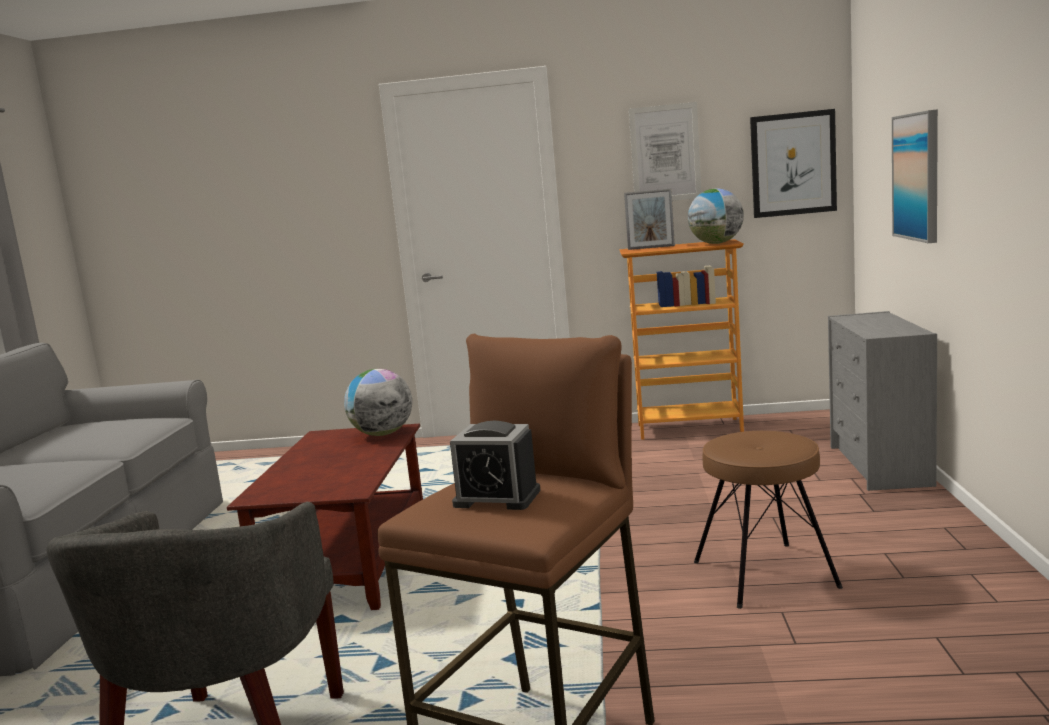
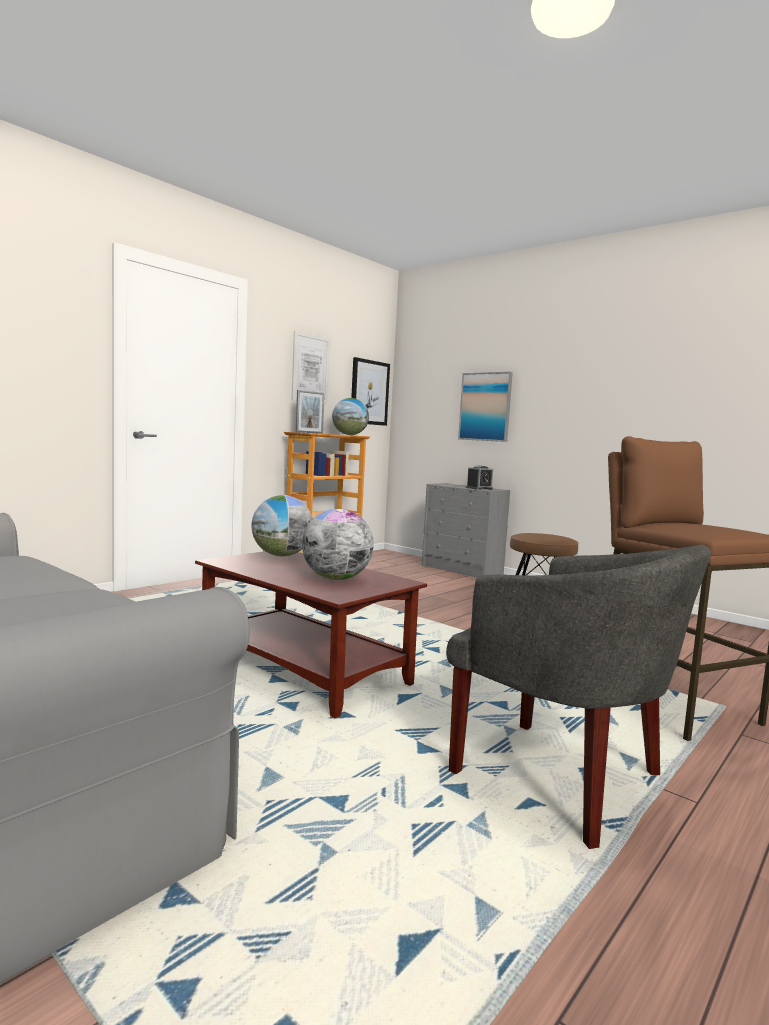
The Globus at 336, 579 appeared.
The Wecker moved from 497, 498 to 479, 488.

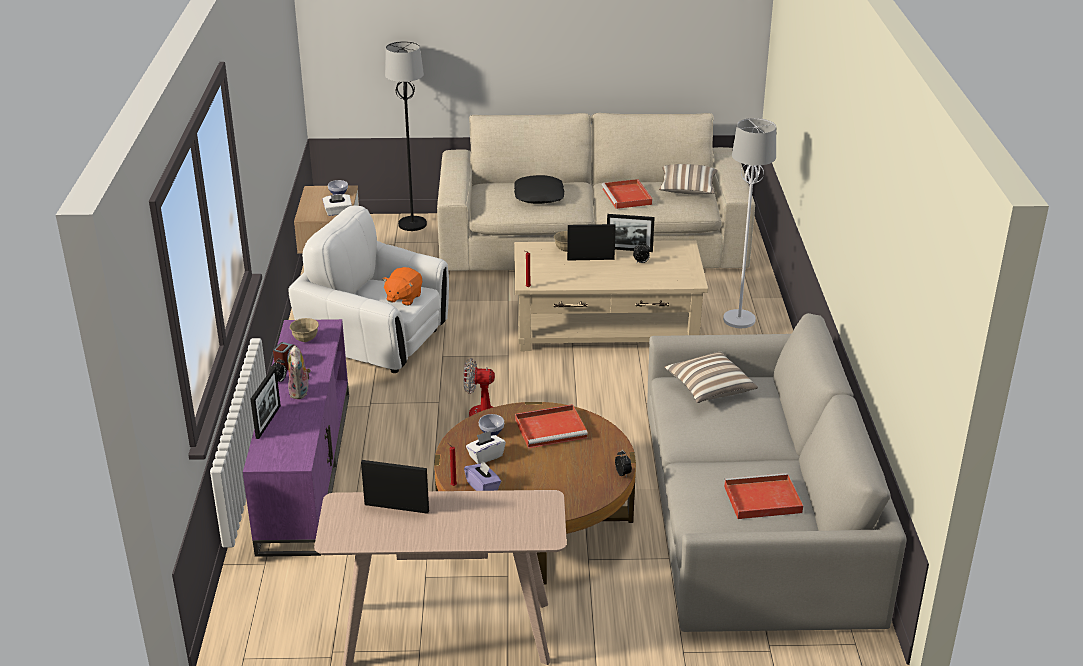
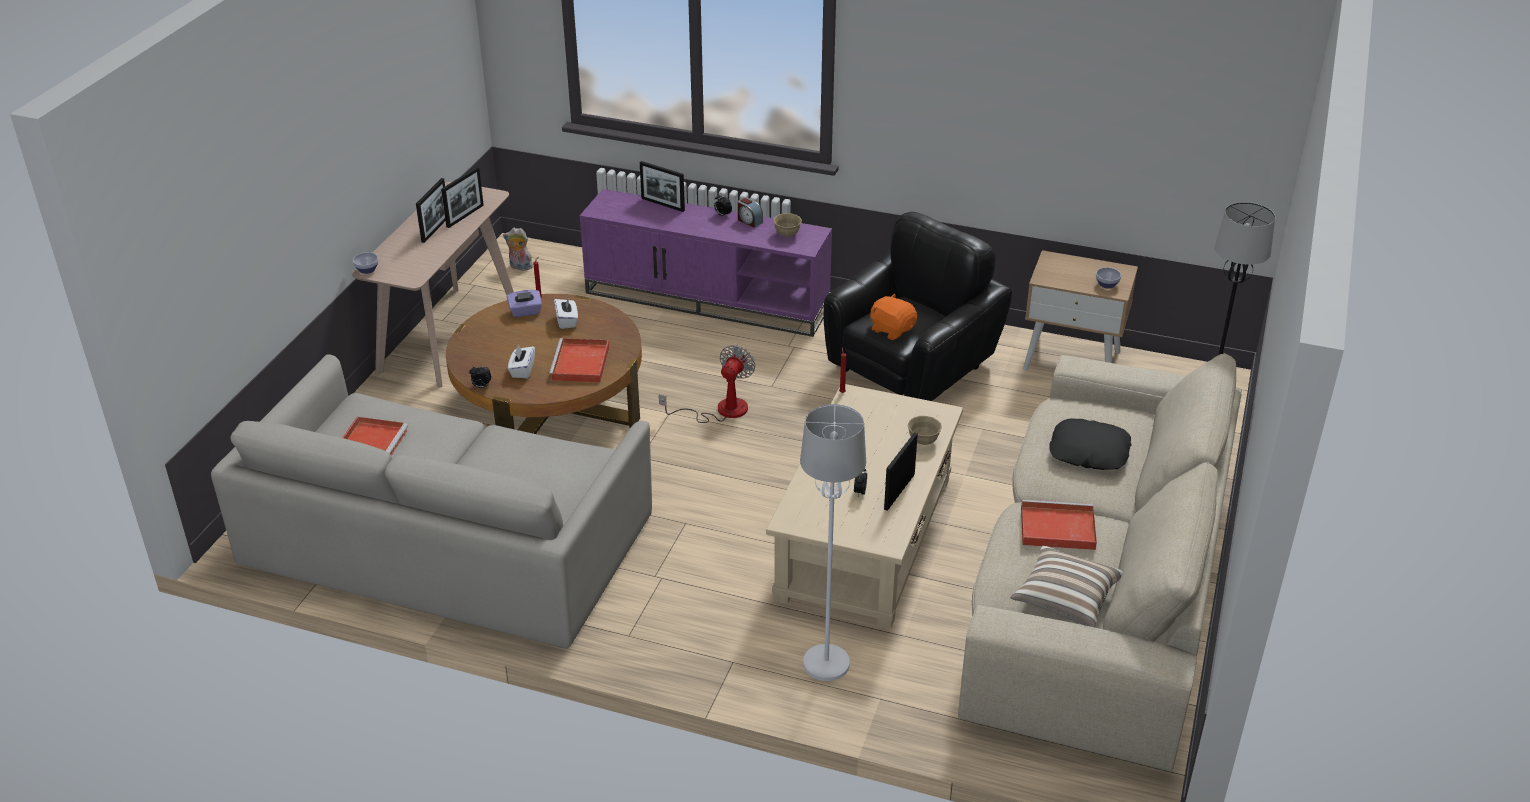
The Kissen at 709, 389 disappeared.
The Plüschtier moved from 300, 392 to 520, 267.
The Taschentuchbox (weiß) moved from 338, 212 to 522, 370.
The Schüssel moved from 491, 431 to 368, 270.
The Bilderrahmen moved from 590, 259 to 435, 229.
The Sessel (weiß) at 375, 341 became the Sessel (schwarz) at 912, 367.

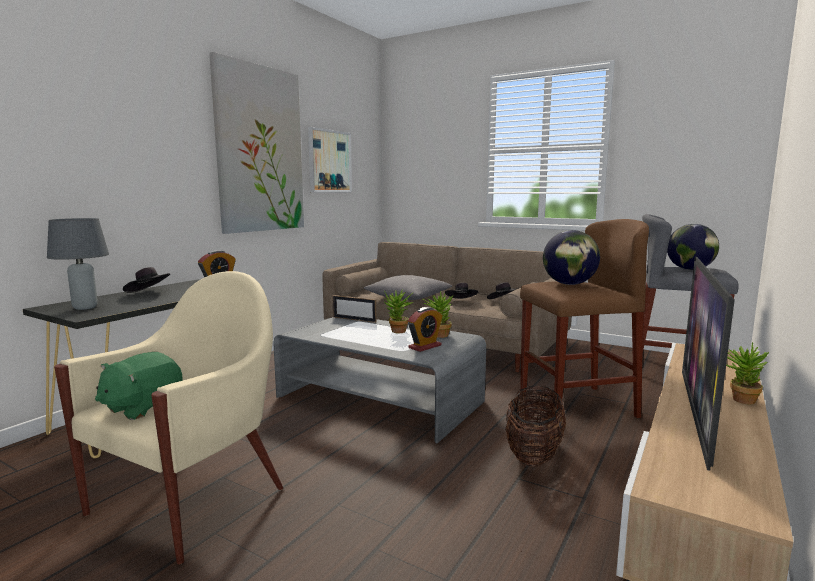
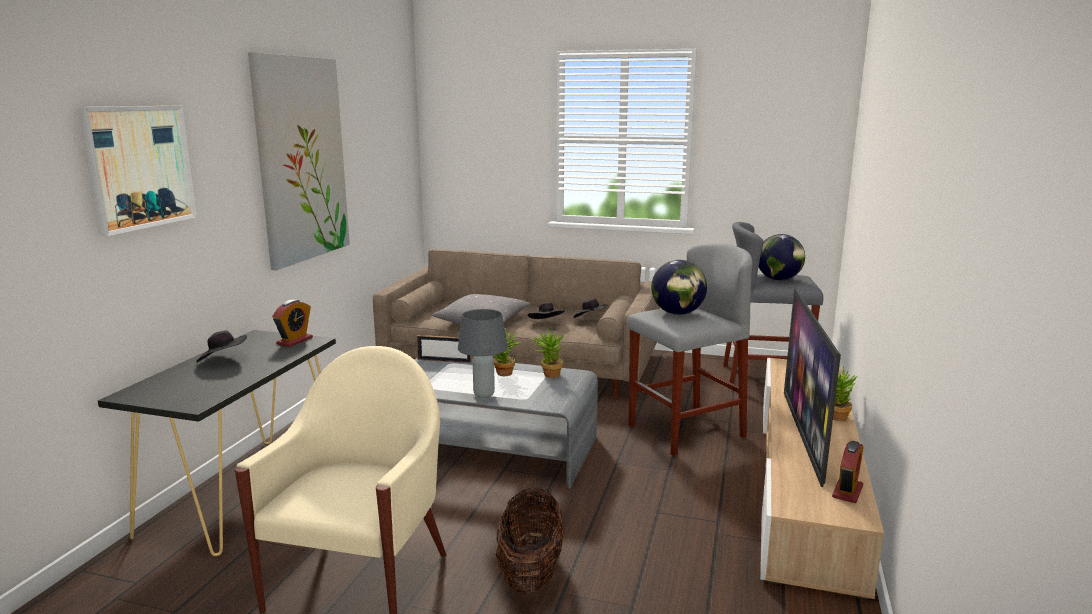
The Plüschtier (grün) at 142, 407 disappeared.
The Tischlampe (grau) moved from 85, 307 to 483, 394.
The Bild moved from 329, 161 to 139, 167.
The Wecker moved from 425, 346 to 847, 491.
The Korb moved from 534, 454 to 530, 572.
The Hocker (braun) at 576, 405 became the Hocker (grau) at 685, 431.

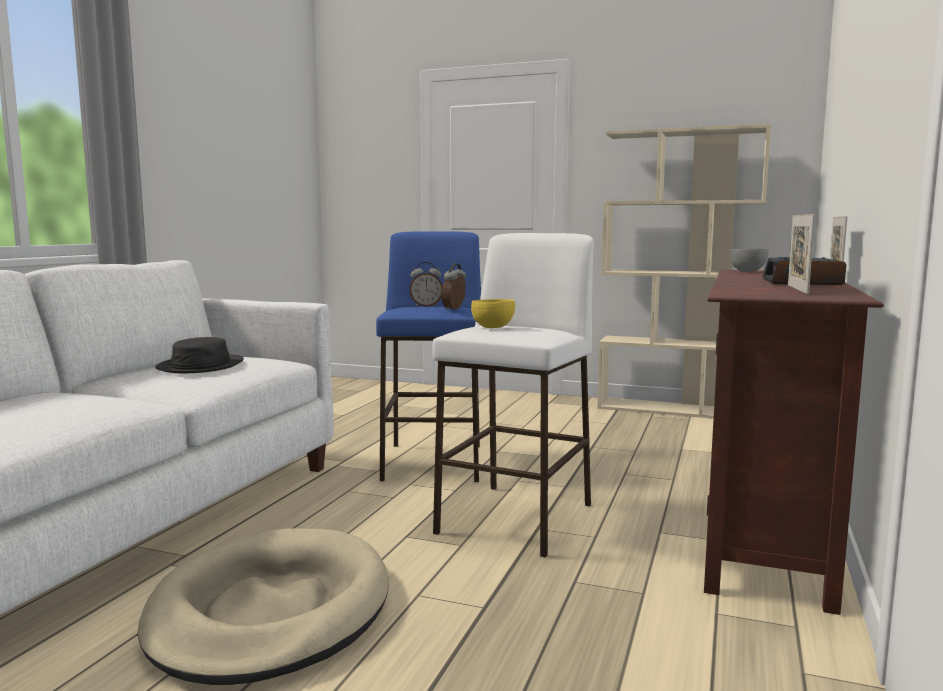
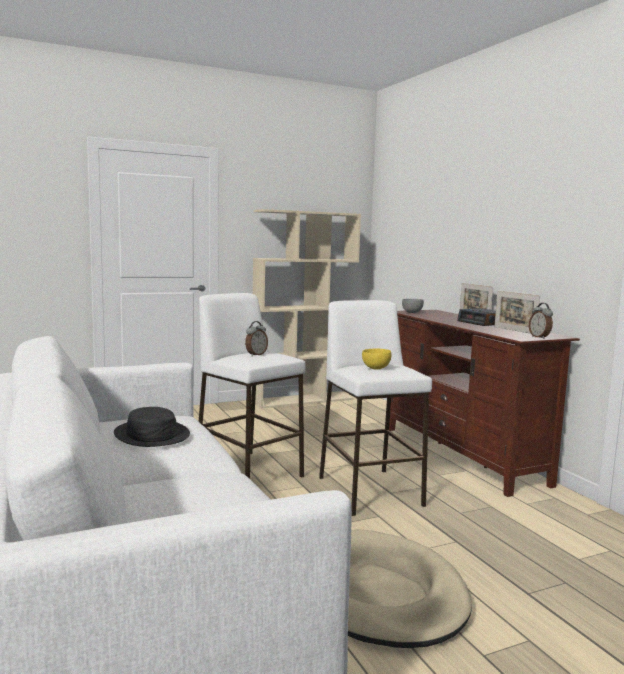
The Wecker moved from 454, 309 to 539, 337.
The Hocker (blau) at 433, 462 became the Hocker (weiß) at 248, 472.

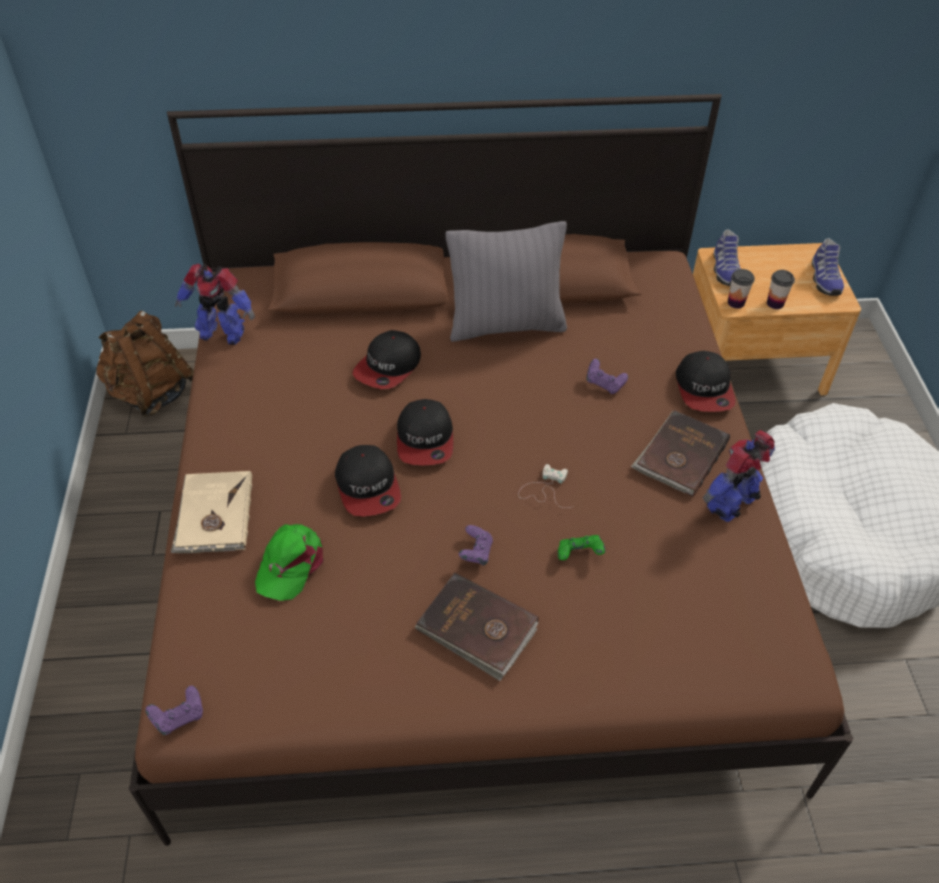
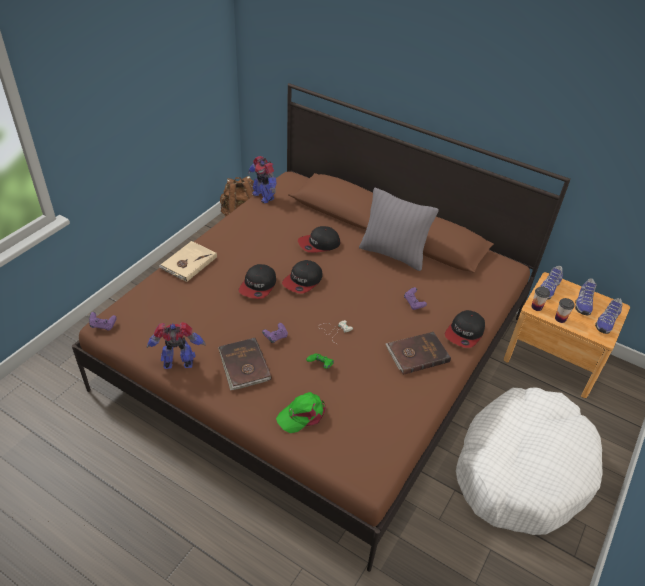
The Schuh at 583, 303 appeared.
The Kappe (grün) moved from 290, 564 to 302, 414.
The Spielzeugroboter moved from 732, 503 to 179, 363.

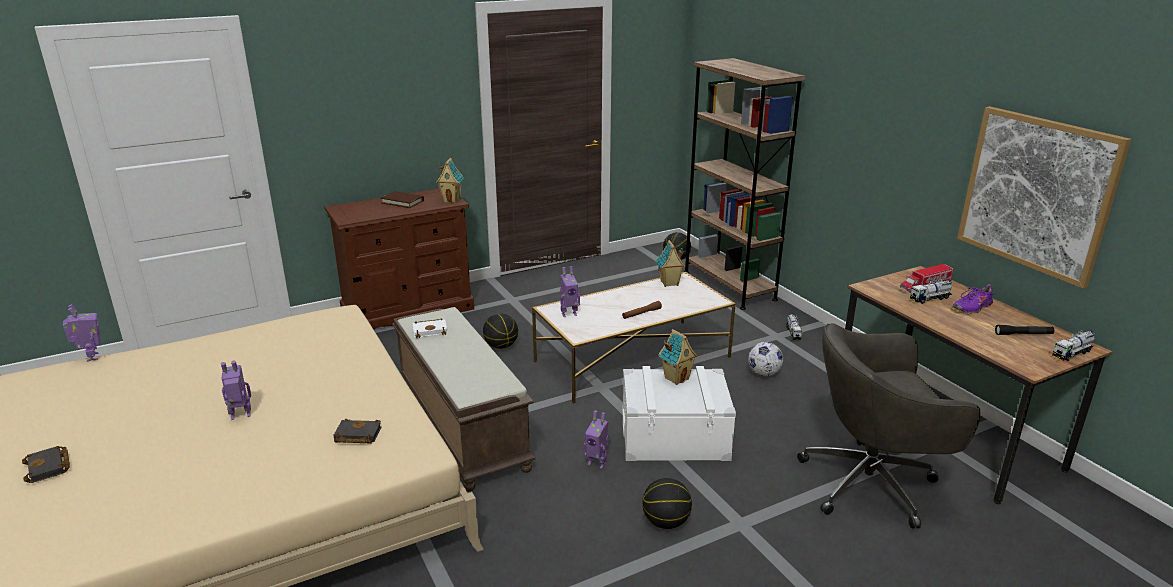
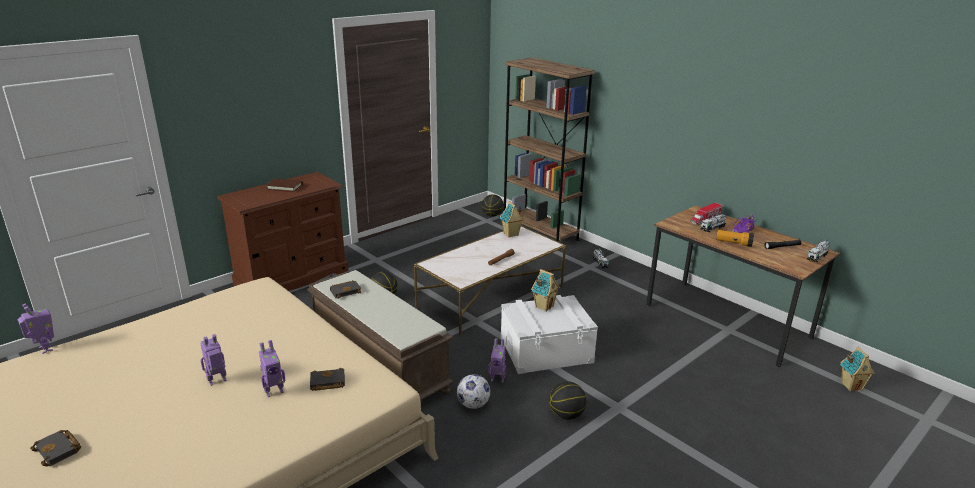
The Bürostuhl (grau) at 872, 483 disappeared.
The Bild at 1037, 193 disappeared.
The Taschenlampe at 733, 243 appeared.
The Spielzeughaus moved from 451, 200 to 851, 386.
The Spielzeugroboter moved from 569, 314 to 274, 391.
The Fußball moved from 763, 373 to 473, 404.
The Buch (weiß) at 431, 330 became the Buch (schwarz) at 346, 291.

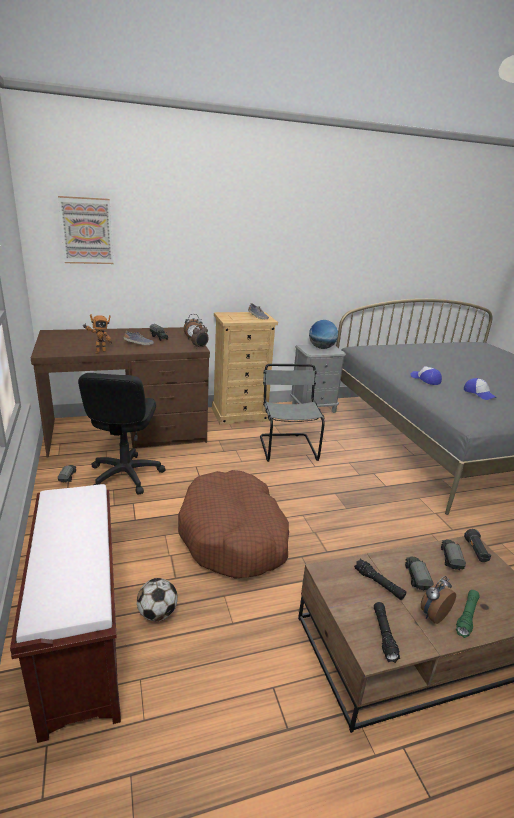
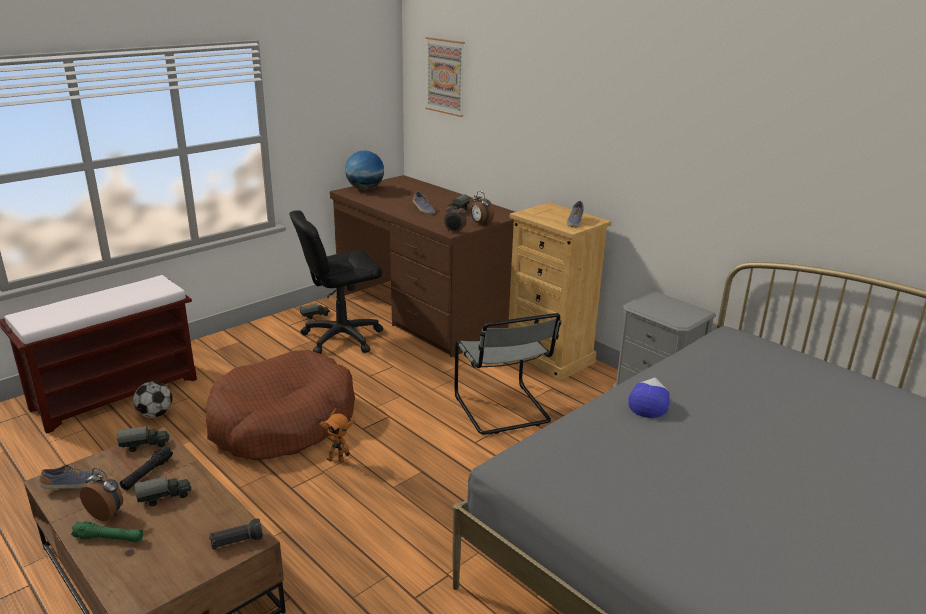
The Kappe at 479, 394 disappeared.
The Spielzeugroboter moved from 99, 352 to 336, 459.
The Globus moved from 321, 348 to 365, 189.
The Spielzeuglaster moved from 450, 559 to 145, 445.
The Taschenlampe (schwarz) at 384, 635 was replaced by the Schuh at 73, 485.
The Stuhl (grau) at 287, 447 turned 105 degrees clockwise.

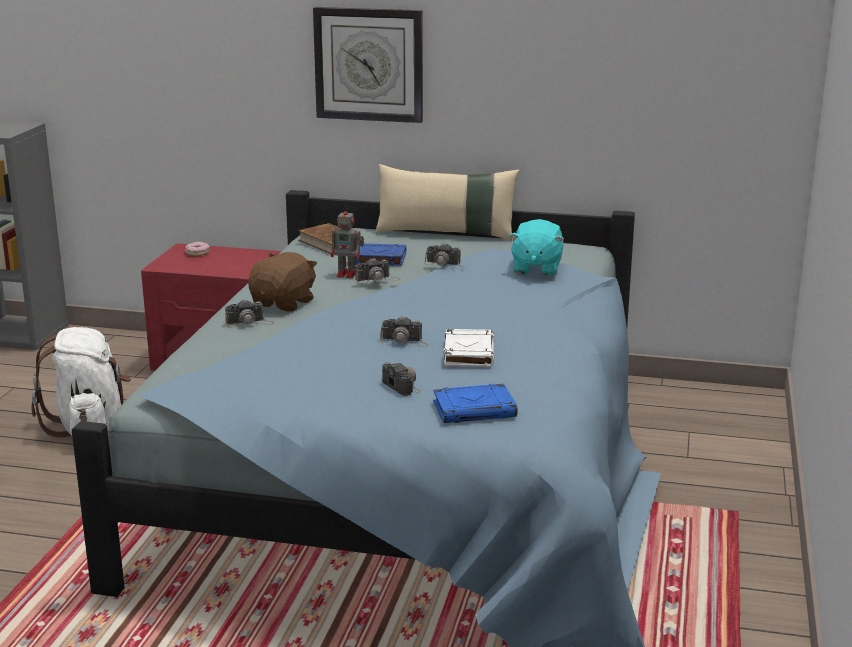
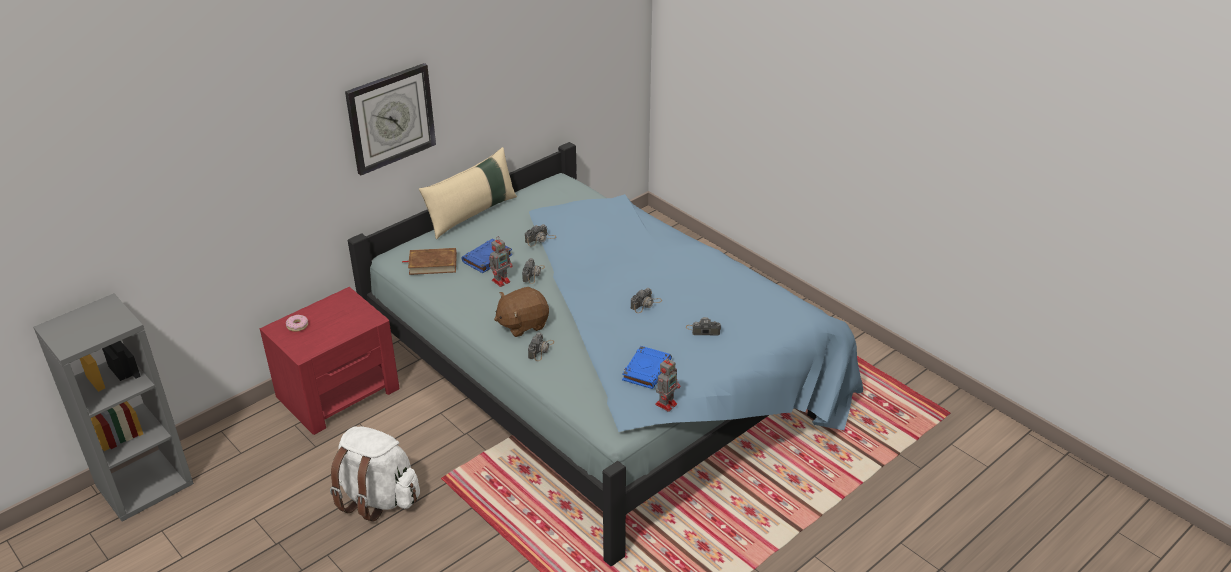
The Buch (weiß) at 468, 353 disappeared.
The Plüschtier (türkis) at 536, 268 disappeared.
The Spielzeugroboter at 666, 403 appeared.
The Buch (blau) moved from 475, 409 to 646, 370.
The Plüschtier (braun) at 284, 303 turned 90 degrees counterclockwise.

